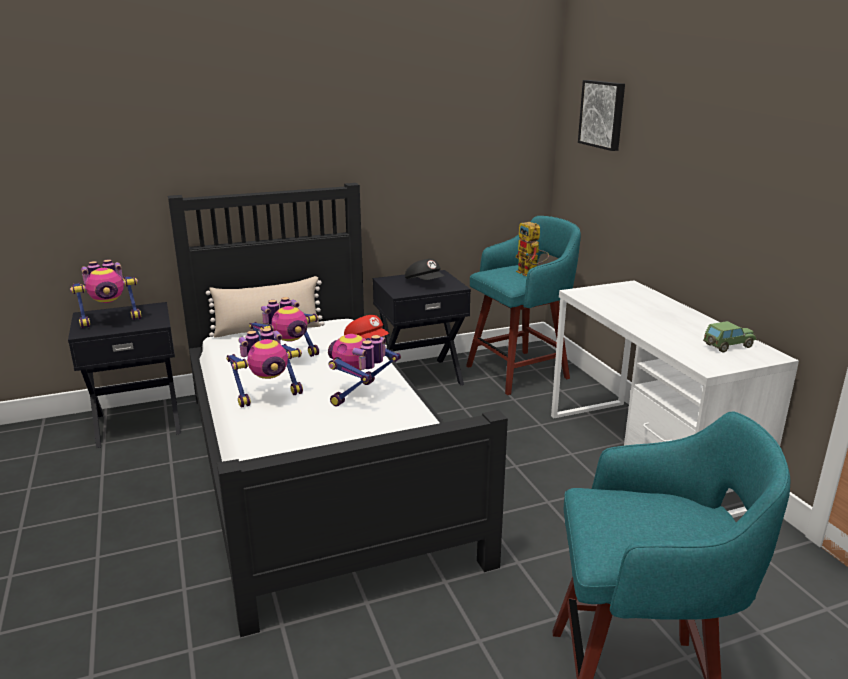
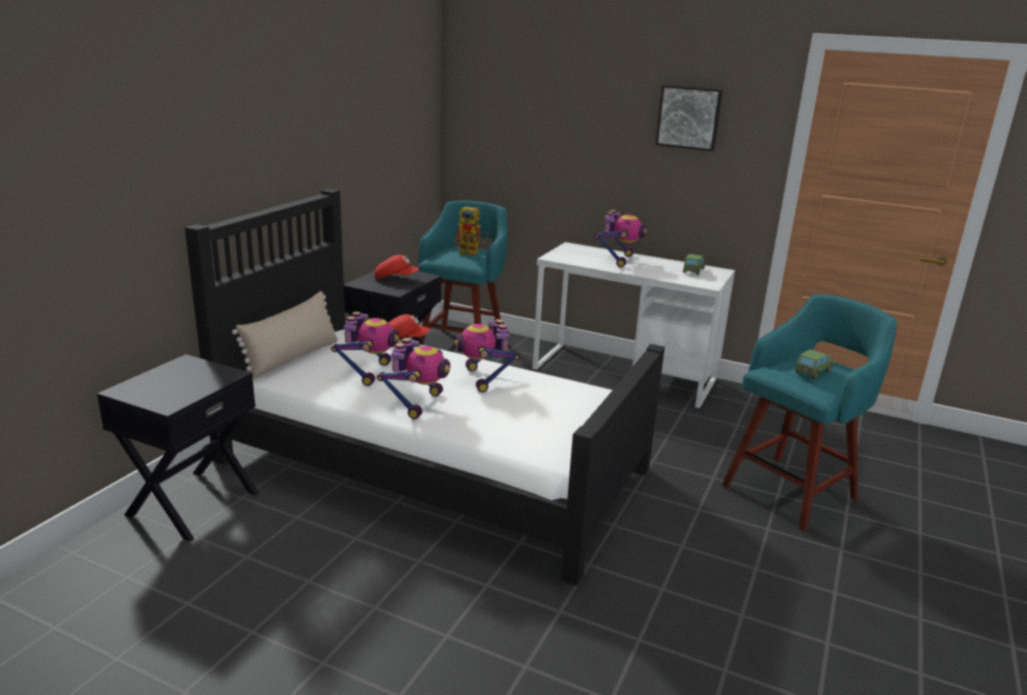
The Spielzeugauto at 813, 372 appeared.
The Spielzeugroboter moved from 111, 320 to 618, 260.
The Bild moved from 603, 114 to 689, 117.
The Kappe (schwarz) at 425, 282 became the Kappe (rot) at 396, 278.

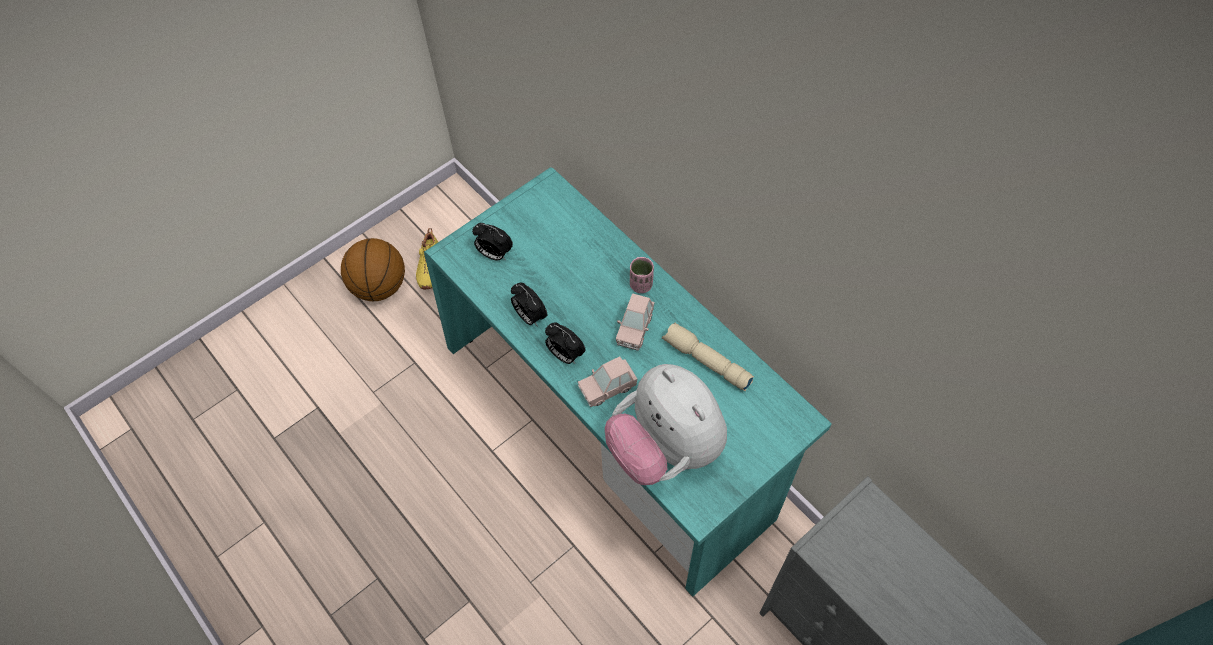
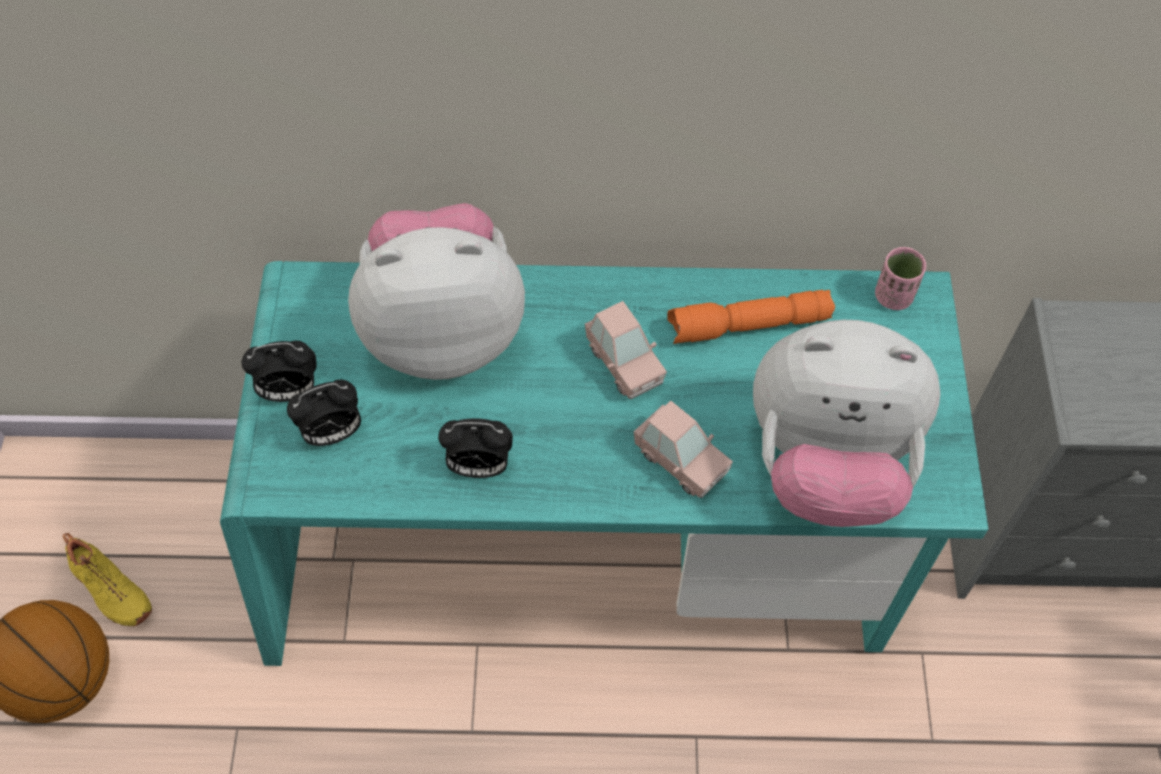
The Plüschtier at 443, 330 appeared.
The Wecker moved from 565, 355 to 289, 391.
The Tasse (rosa) moved from 641, 285 to 893, 296.
The Taschenlampe (beige) at 705, 362 became the Taschenlampe (orange) at 748, 326.
The Spielzeugauto (rosa) at 607, 388 turned 60 degrees counterclockwise.

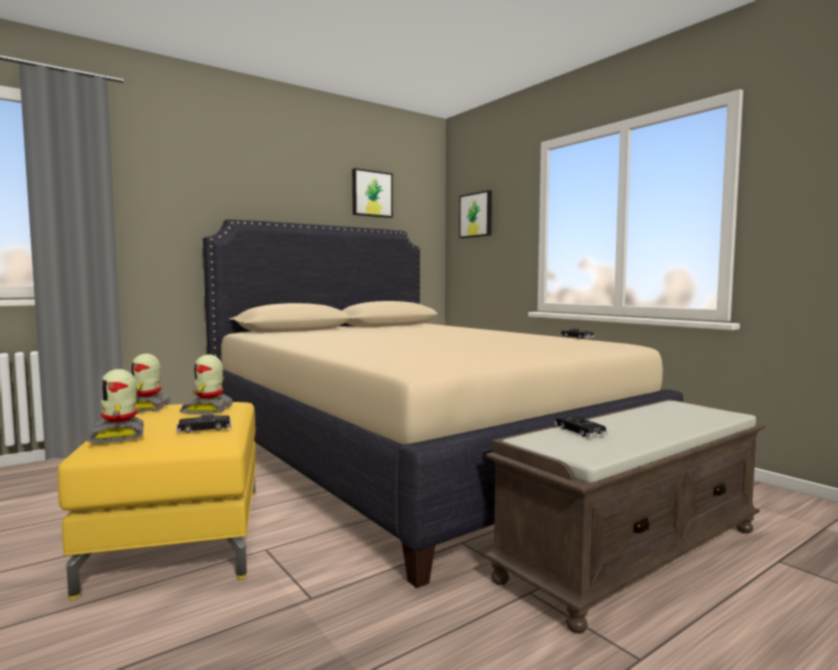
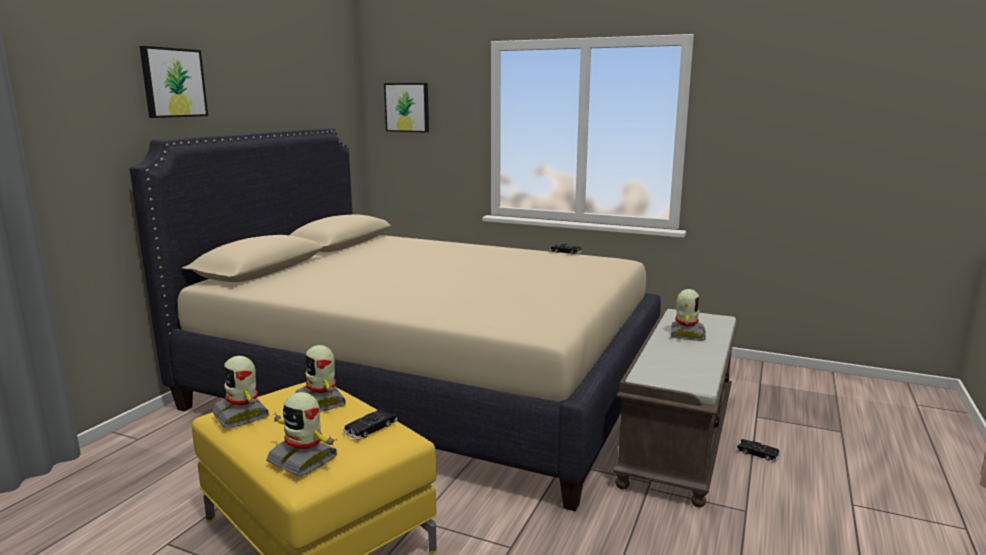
The Spielzeugroboter at 686, 334 appeared.
The Bild moved from 371, 194 to 173, 83.
The Spielzeugauto (schwarz) moved from 580, 431 to 757, 453.

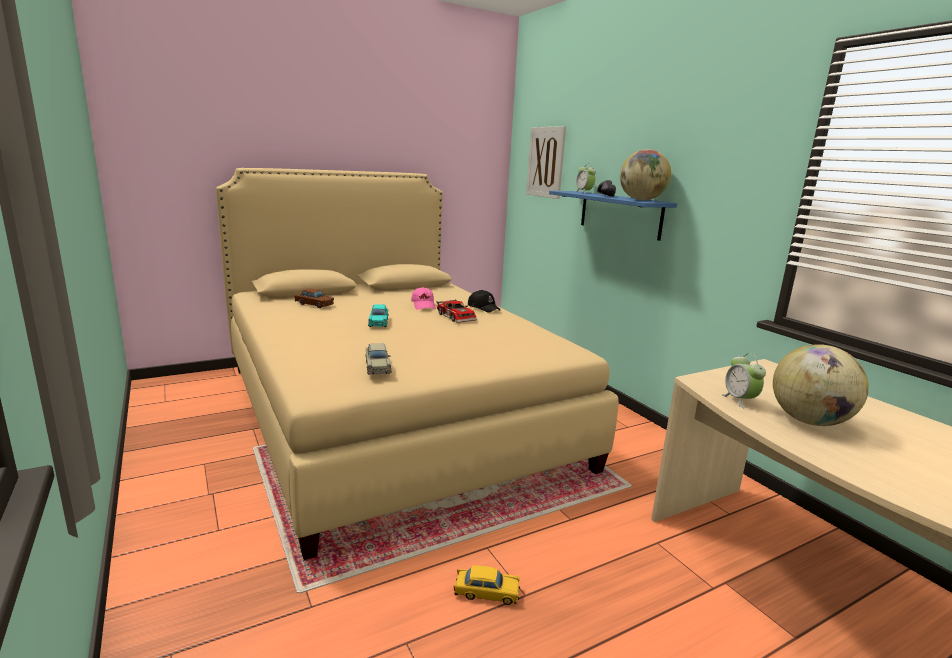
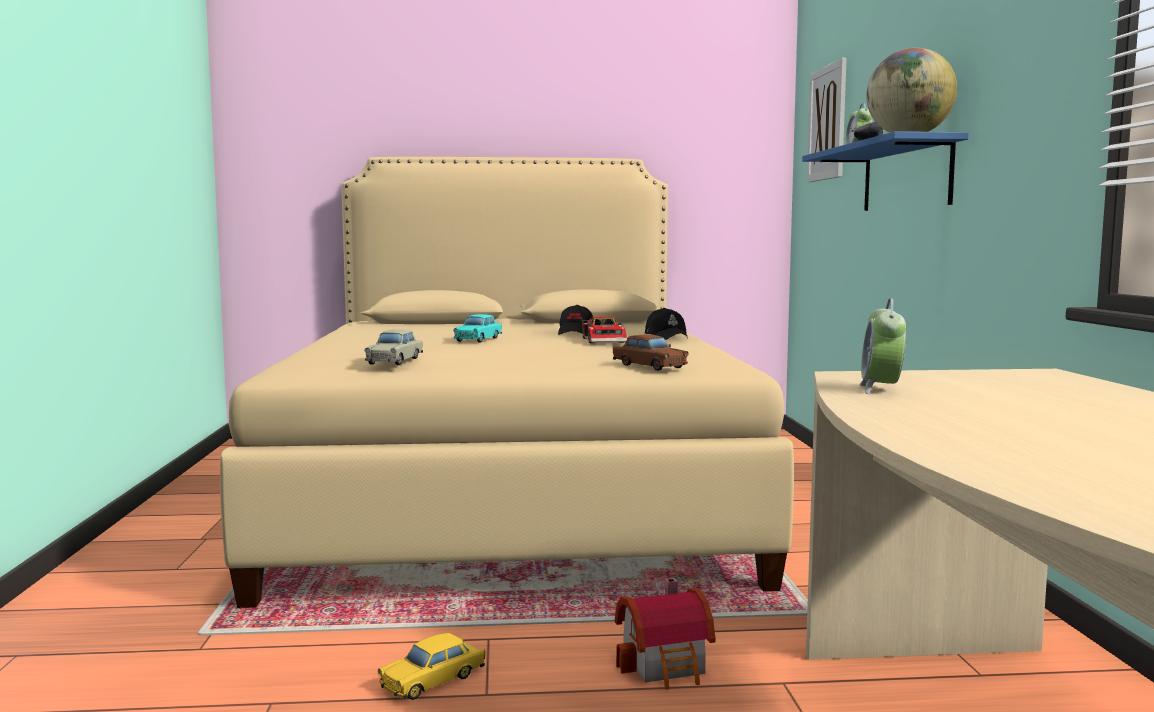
The Globus at 809, 421 disappeared.
The Spielzeughaus at 667, 666 appeared.
The Spielzeugauto (braun) moved from 314, 304 to 649, 366.
The Kappe (rosa) at 423, 305 became the Kappe (schwarz) at 576, 333.
The Spielzeugauto (gelb) at 486, 592 turned 105 degrees clockwise.

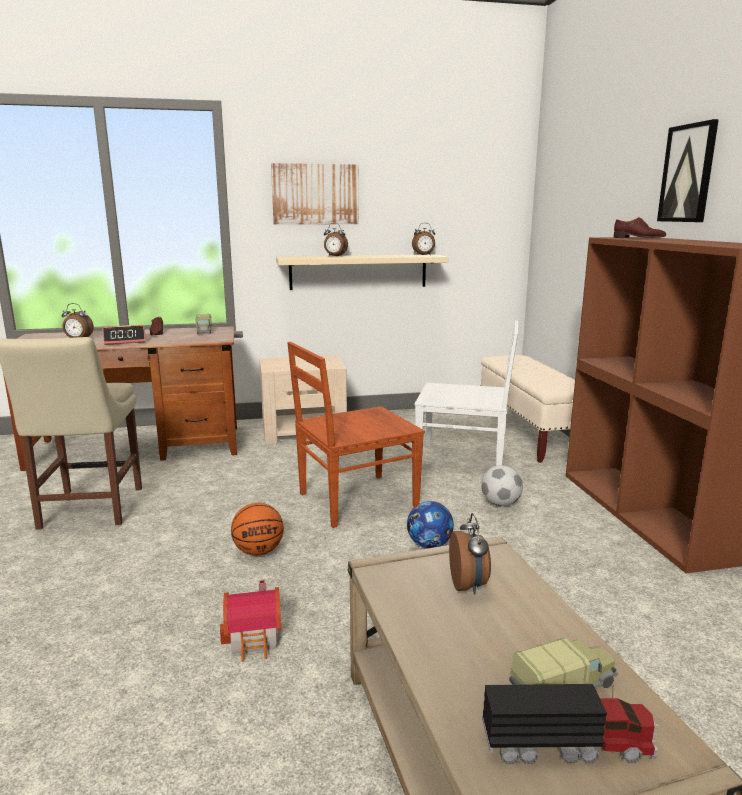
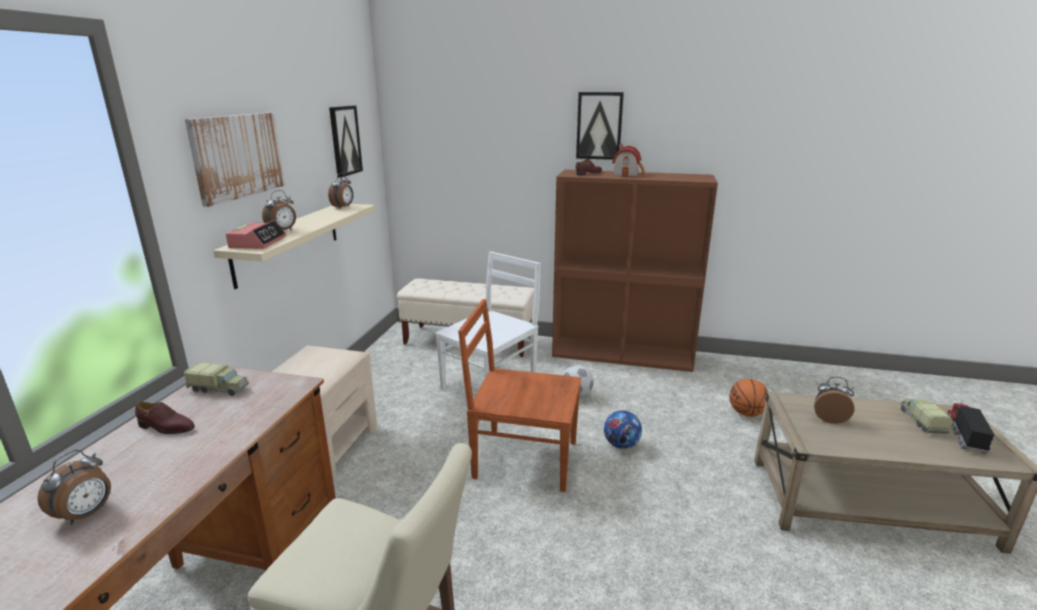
The Bild at 345, 140 appeared.
The Wecker moved from 125, 341 to 258, 242.
The Spielzeughaus moved from 255, 639 to 628, 174.
The Basketball moved from 258, 551 to 746, 413.
The Stuhl (braun) at 355, 500 turned 105 degrees clockwise.

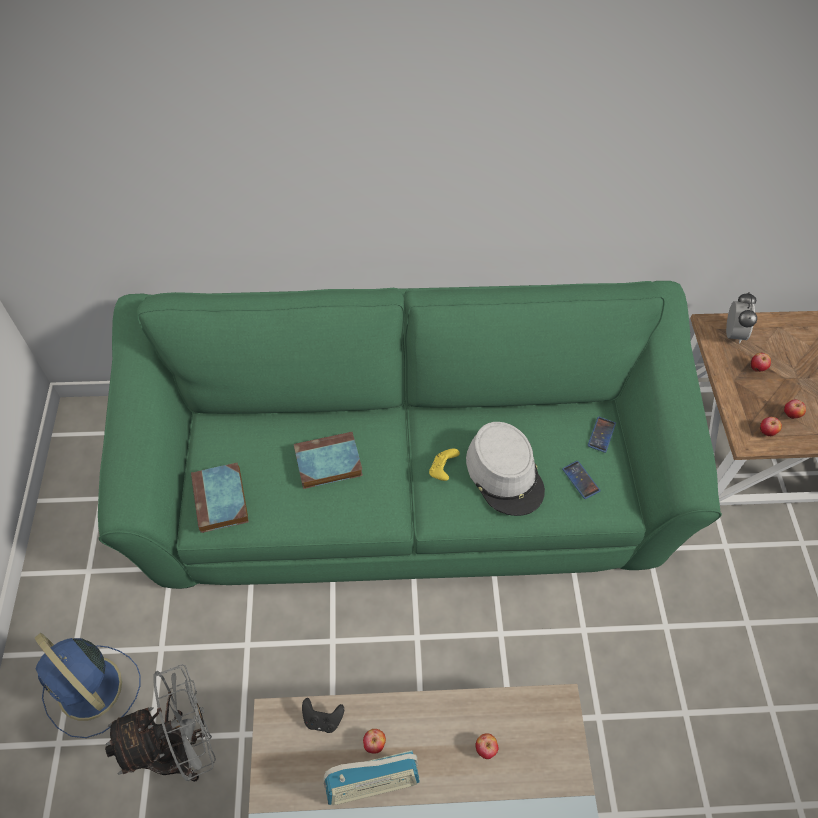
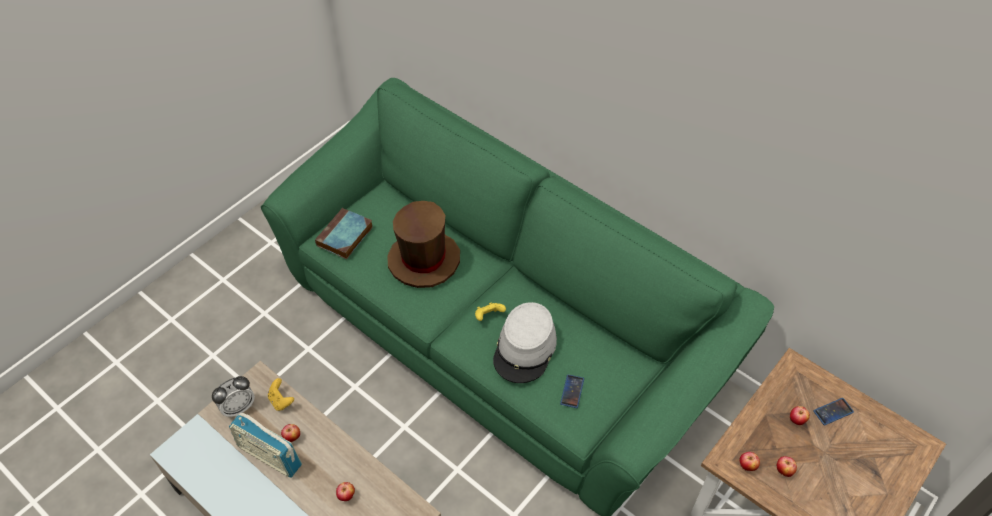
The Ventilator (blau) at 91, 690 disappeared.
The Ventilator (grau) at 182, 747 disappeared.
The Handy moved from 601, 434 to 833, 411.
The Wecker moved from 732, 333 to 238, 407.
The Buch at 327, 463 was replaced by the Hut (braun) at 424, 260.
The Gamepad (schwarz) at 322, 719 became the Gamepad (gelb) at 281, 401.

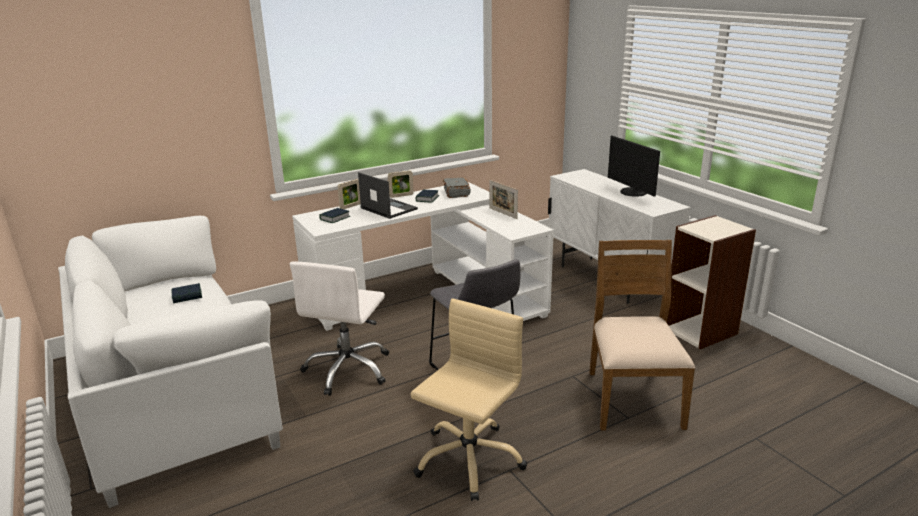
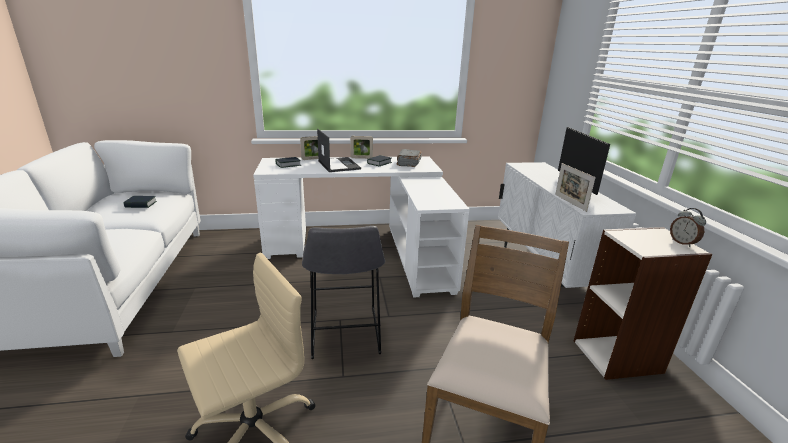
The Bürostuhl (weiß) at 348, 369 disappeared.
The Wecker at 682, 243 appeared.
The Bilderrahmen moved from 503, 213 to 570, 202.

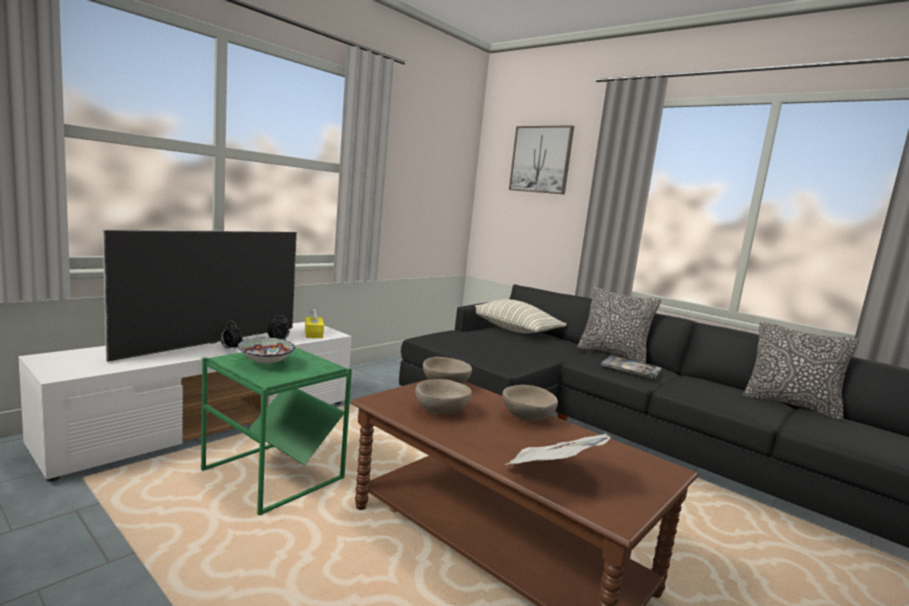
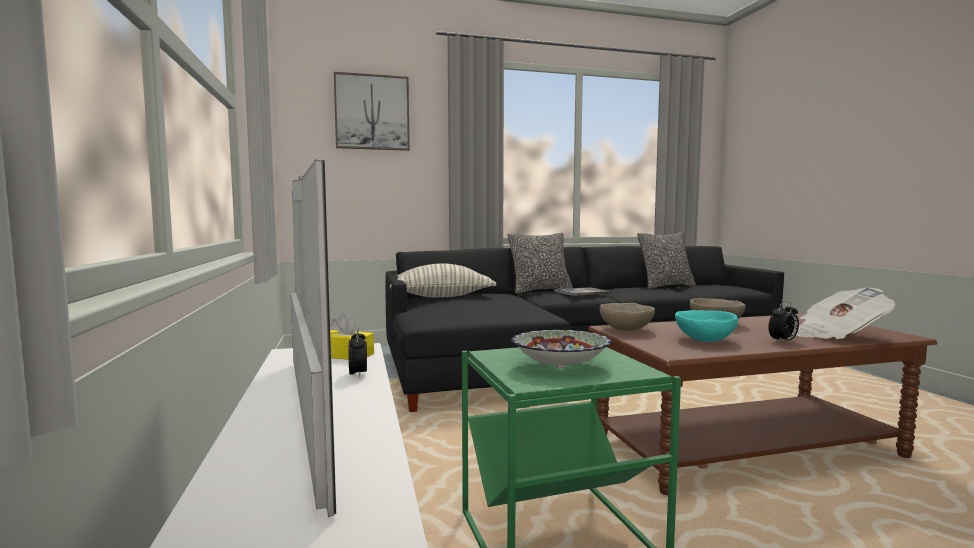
The Wecker moved from 230, 348 to 783, 341.
The Schüssel (beige) at 442, 411 became the Schüssel (türkis) at 704, 340.

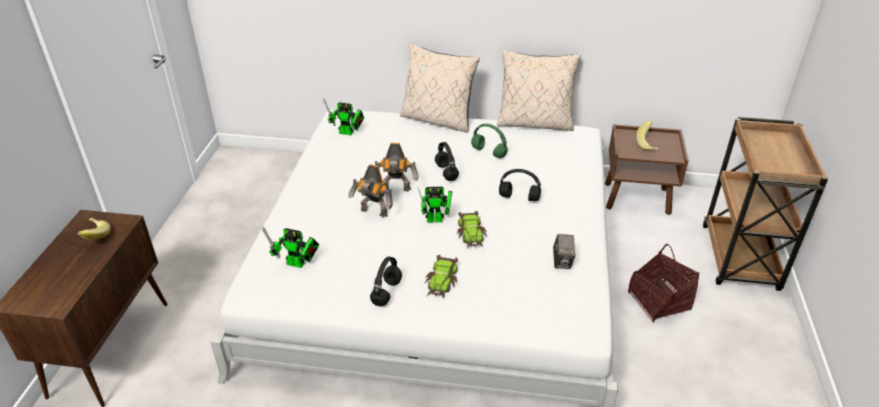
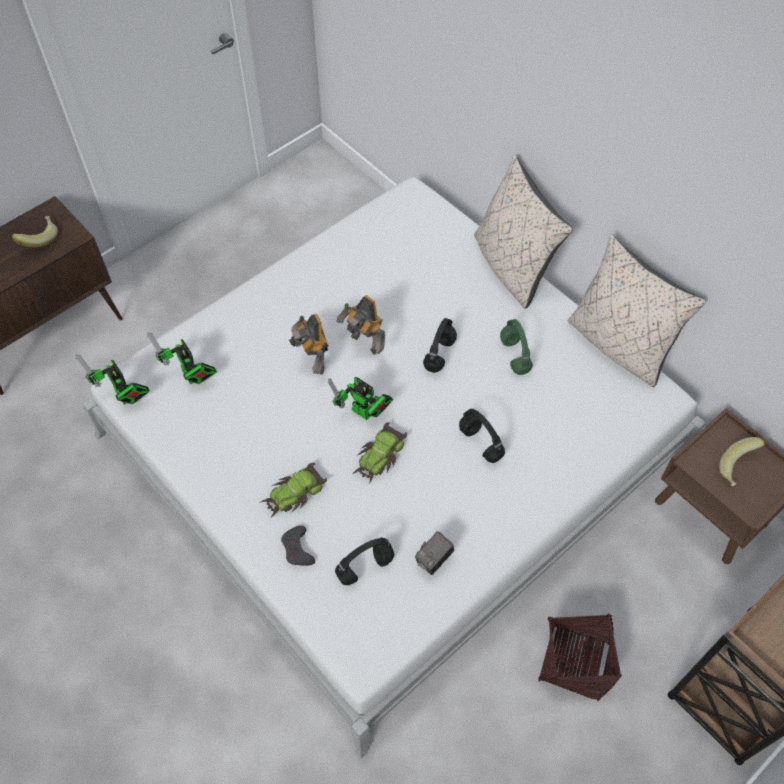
The Gamepad (grau) at 297, 549 appeared.
The Spielzeugroboter moved from 348, 133 to 125, 398.
The Kopfhörer (schwarz) moved from 387, 293 to 364, 568.

